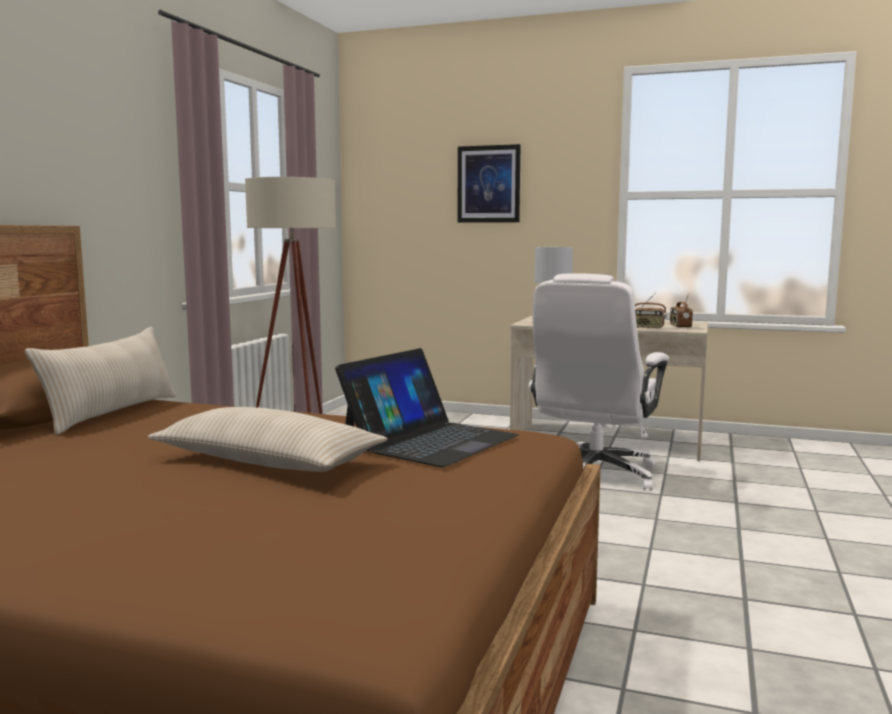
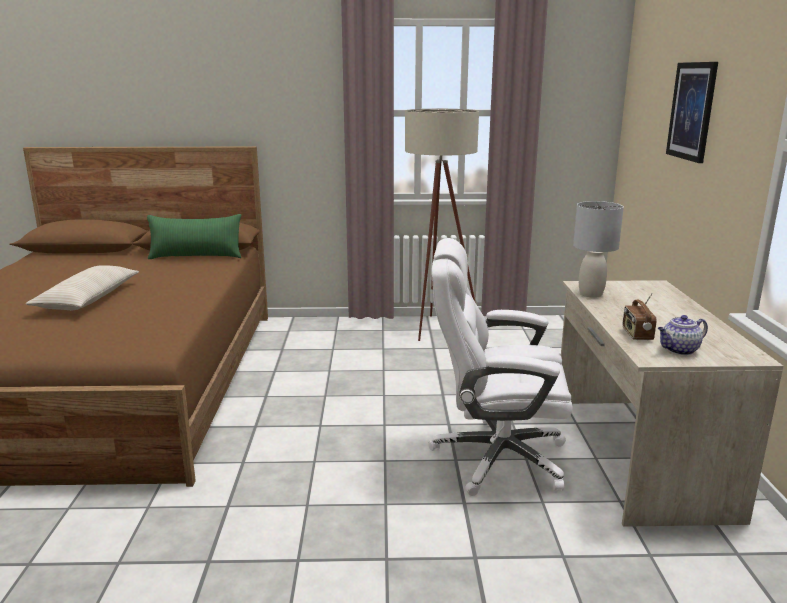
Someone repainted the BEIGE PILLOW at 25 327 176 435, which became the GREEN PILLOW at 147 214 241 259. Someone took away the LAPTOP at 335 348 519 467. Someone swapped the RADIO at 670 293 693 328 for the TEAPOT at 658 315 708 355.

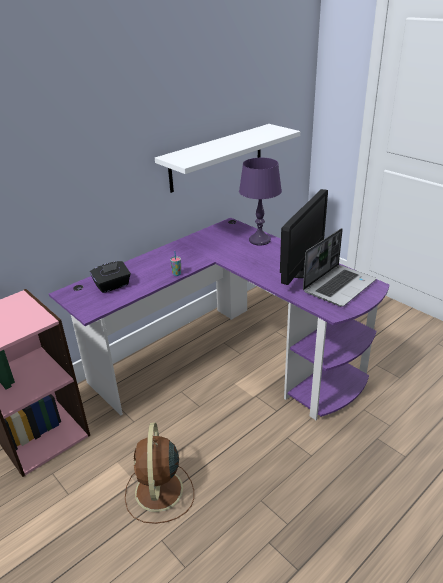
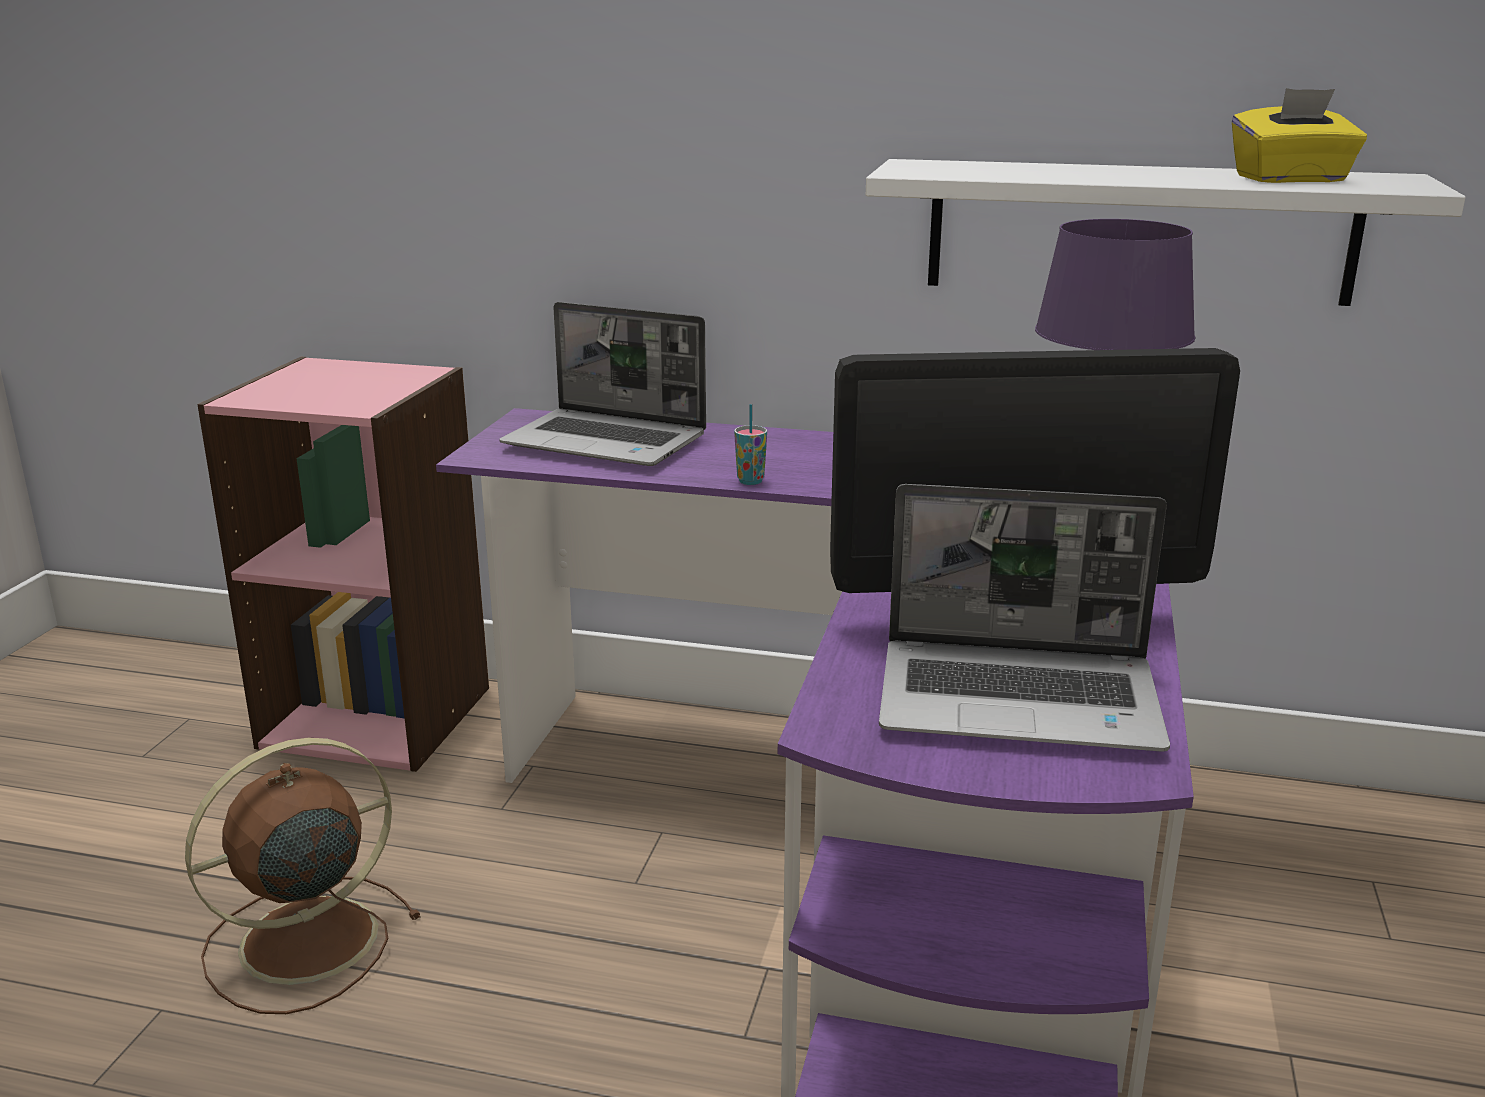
Someone swapped the BLACK TISSUE BOX at 90 261 131 293 for the LAPTOP at 499 302 706 466. Someone put down the YELLOW TISSUE BOX at 1232 88 1367 183.

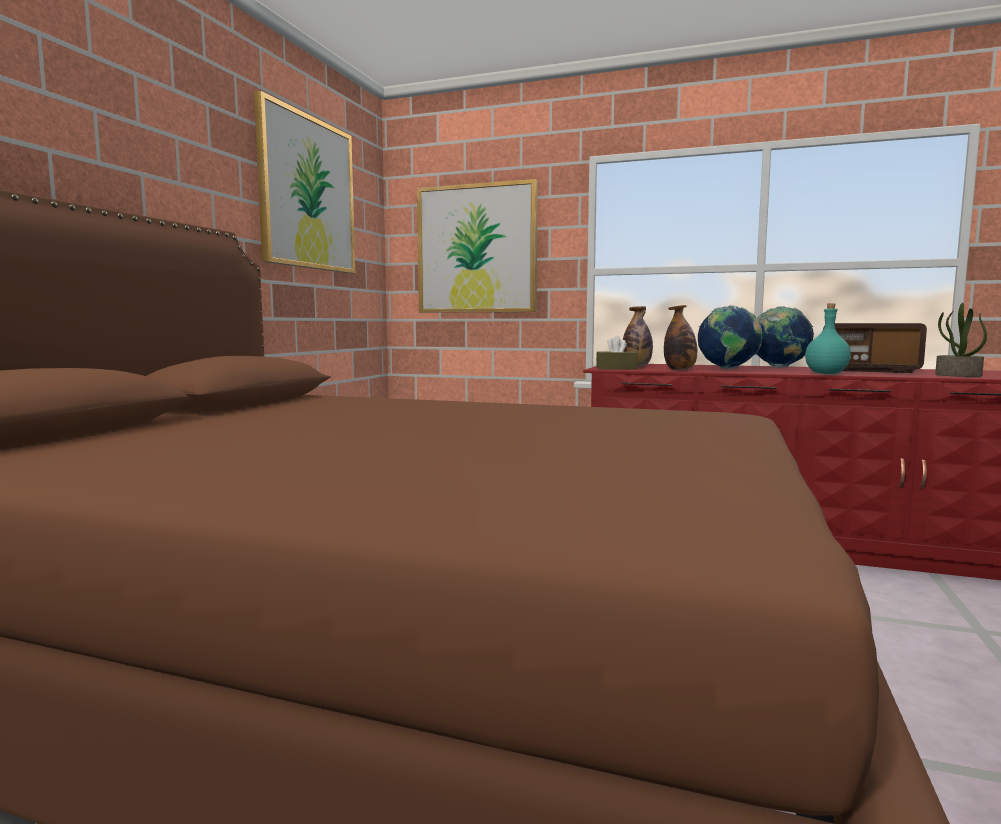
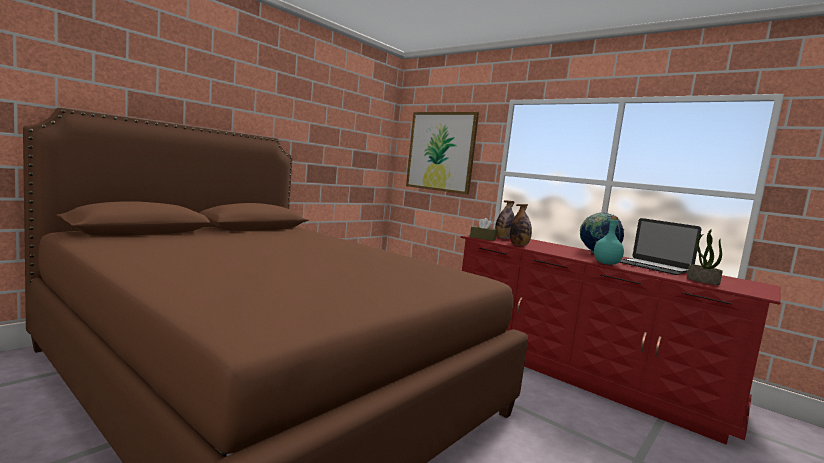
Someone took away the PICTURE at 254 91 355 273. Someone took away the GLOBE at 698 305 762 369. Someone swapped the RADIO at 823 323 927 373 for the LAPTOP at 619 218 701 275.

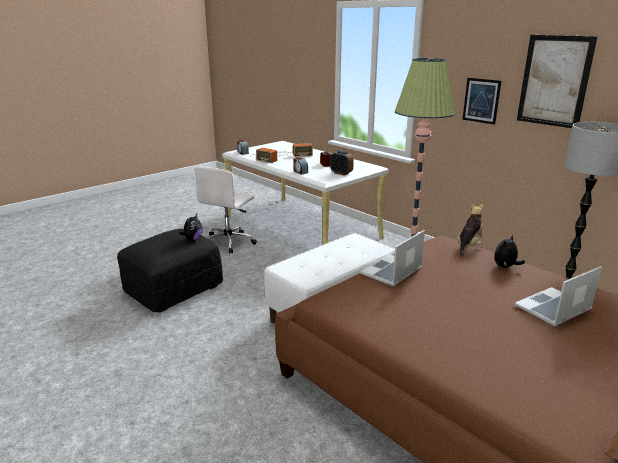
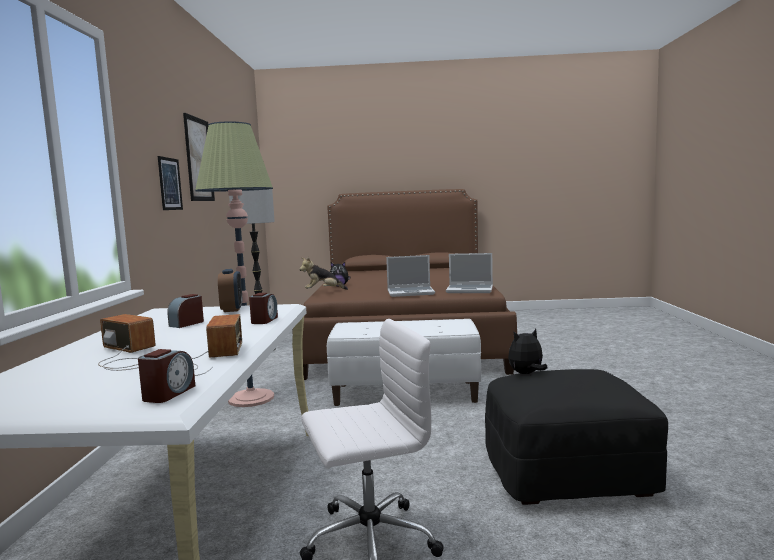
Someone carried the LAPTOP from 515 266 602 326 to 446 253 493 293.

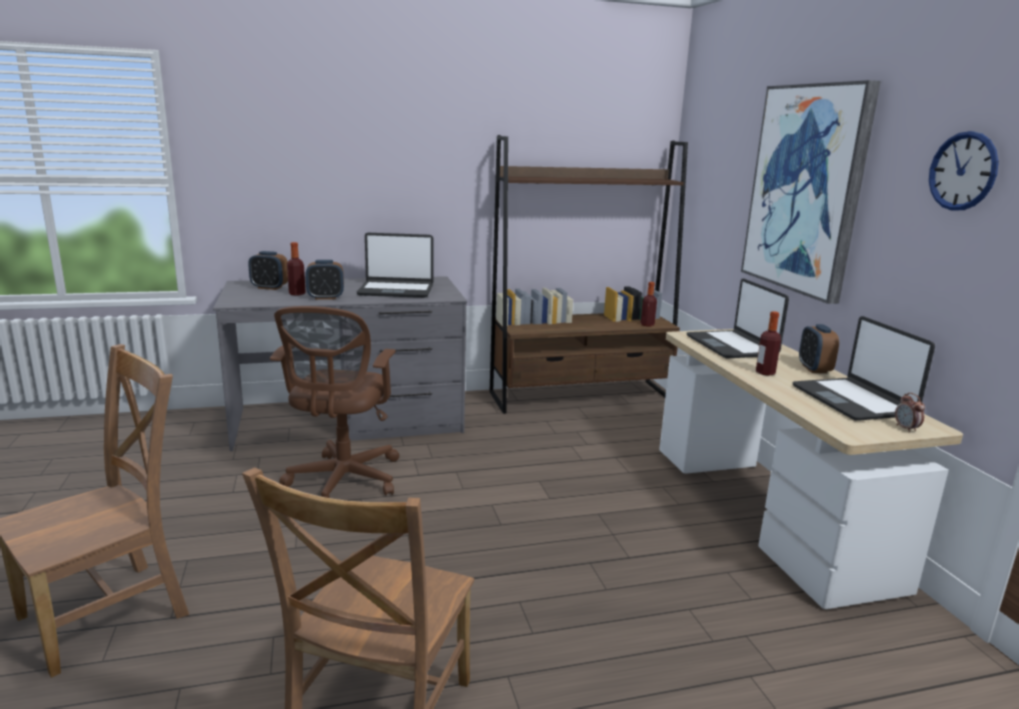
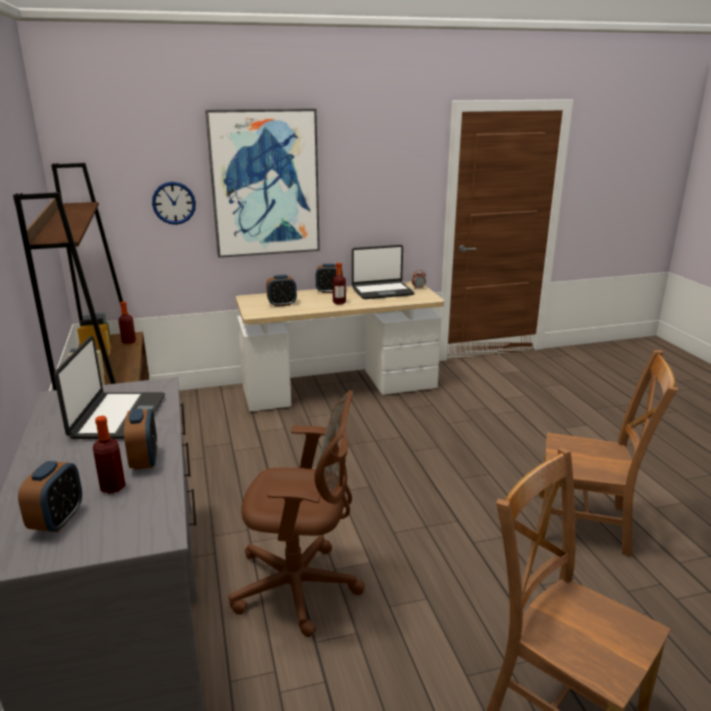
Someone swapped the LAPTOP at 687 278 789 359 for the ALARM CLOCK at 266 275 297 307. Someone carried the WALL CLOCK from 929 131 999 211 to 152 182 196 225.

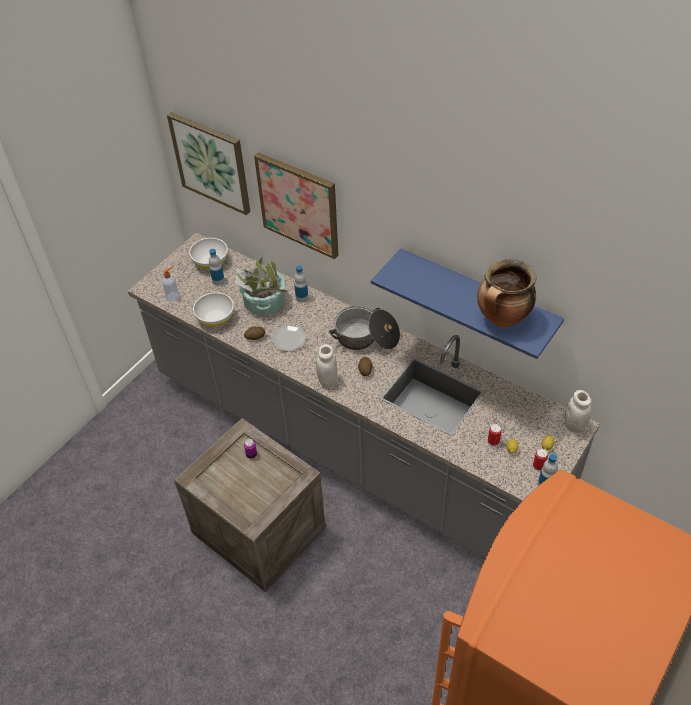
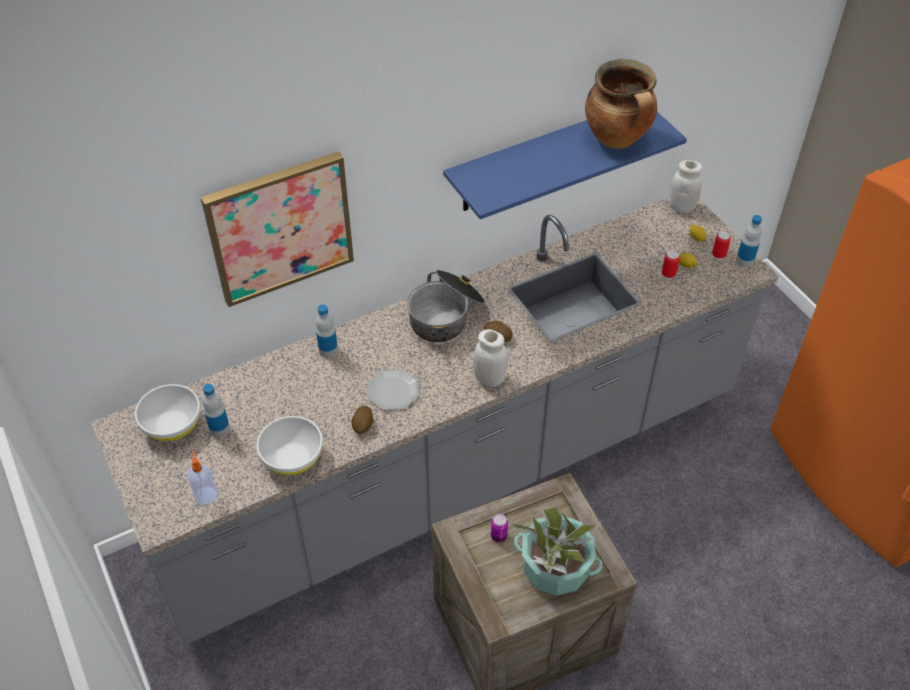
Someone took away the PICTURE at 167 112 250 215. Someone carried the POTTED PLANT from 235 256 289 315 to 510 507 602 596.

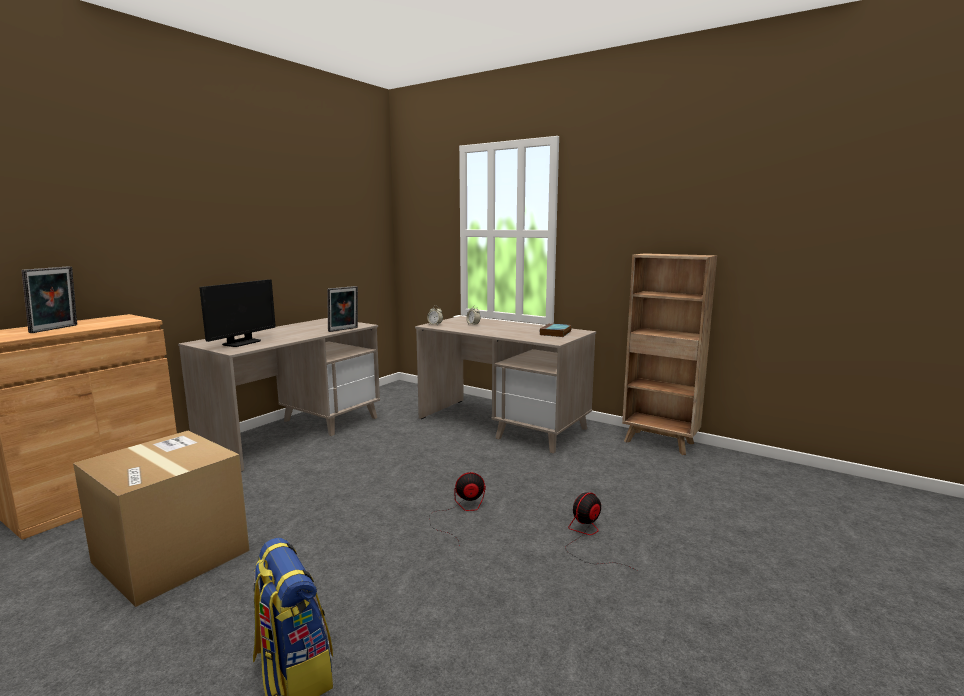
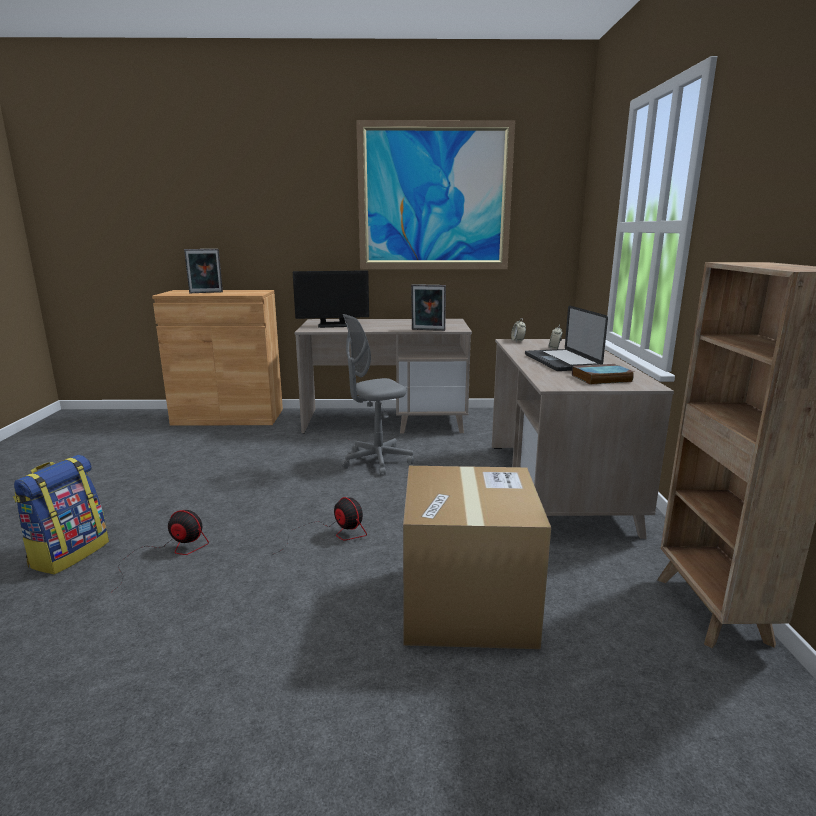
Someone carried the CARDBOARD BOX from 73 431 250 607 to 403 466 551 649. Someone carried the FAN from 565 492 637 571 to 113 510 209 591. Someone put down the GREY OFFICE CHAIR at 342 314 414 476. Someone put up the PICTURE at 356 120 515 269. Someone put down the LAPTOP at 525 305 608 371.

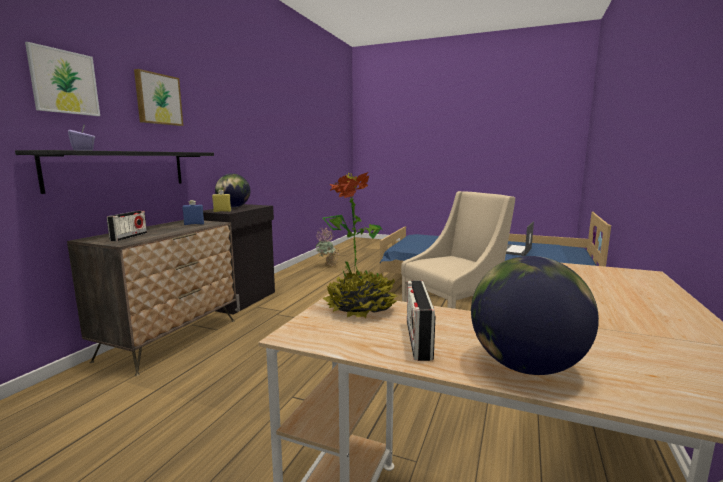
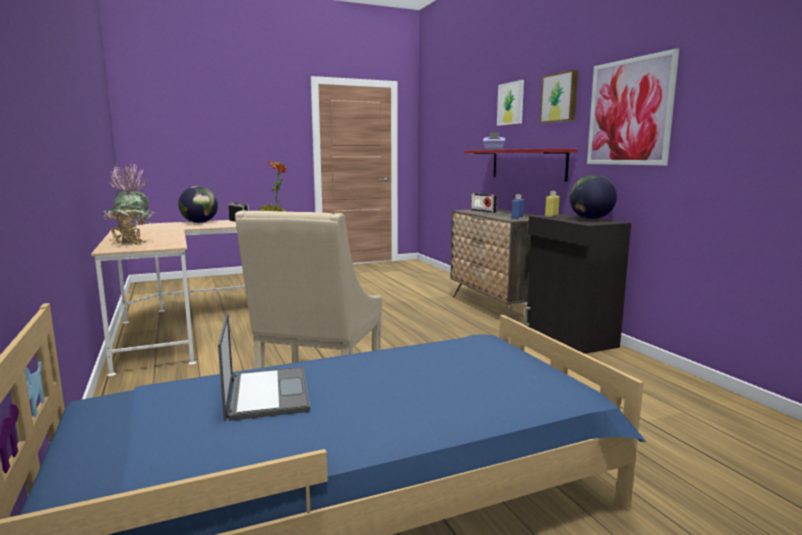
Someone repainted the BLACK SHELF at 15 150 214 194, which became the RED SHELF at 464 149 578 182. Someone carried the POTTED PLANT from 315 227 339 267 to 103 163 154 245. Someone put up the PICTURE at 587 49 679 165.

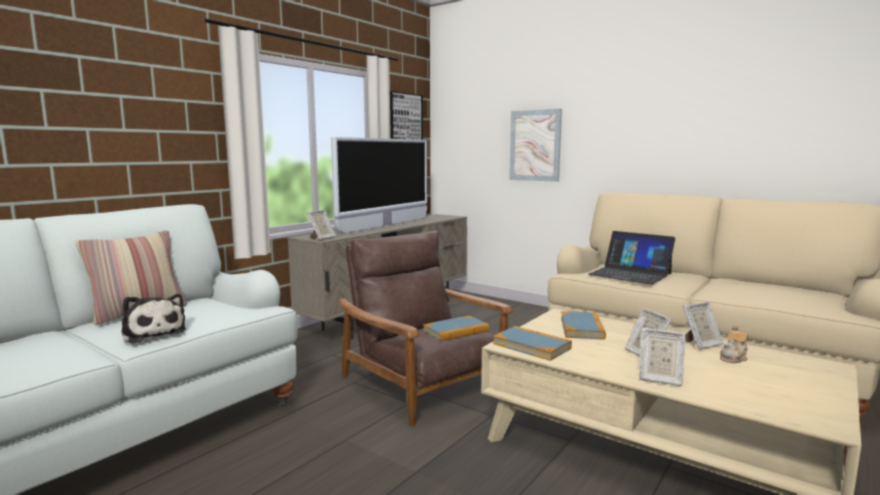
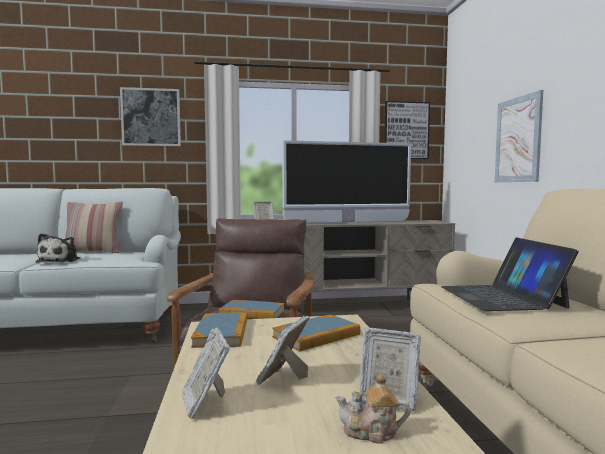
Someone put up the PICTURE at 120 87 181 146.

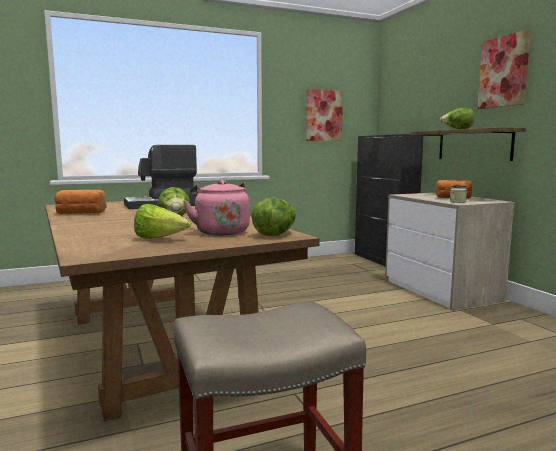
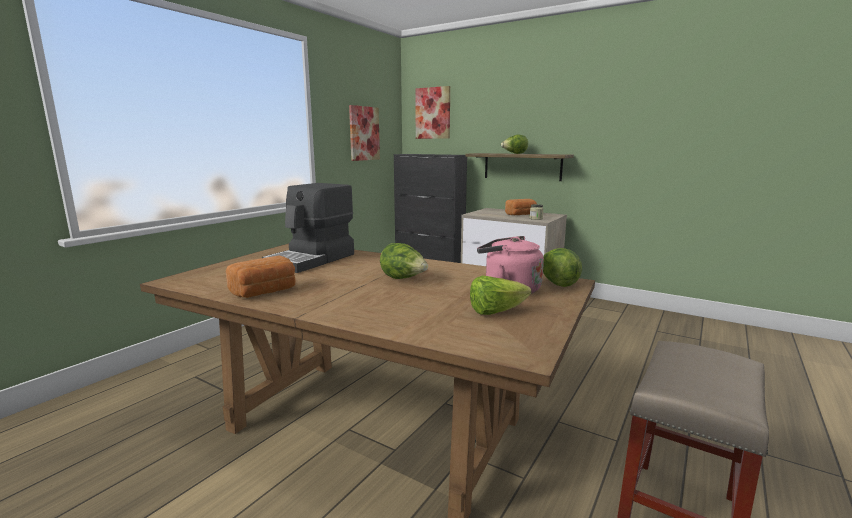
Someone carried the PICTURE from 477 29 531 109 to 415 86 450 139.

